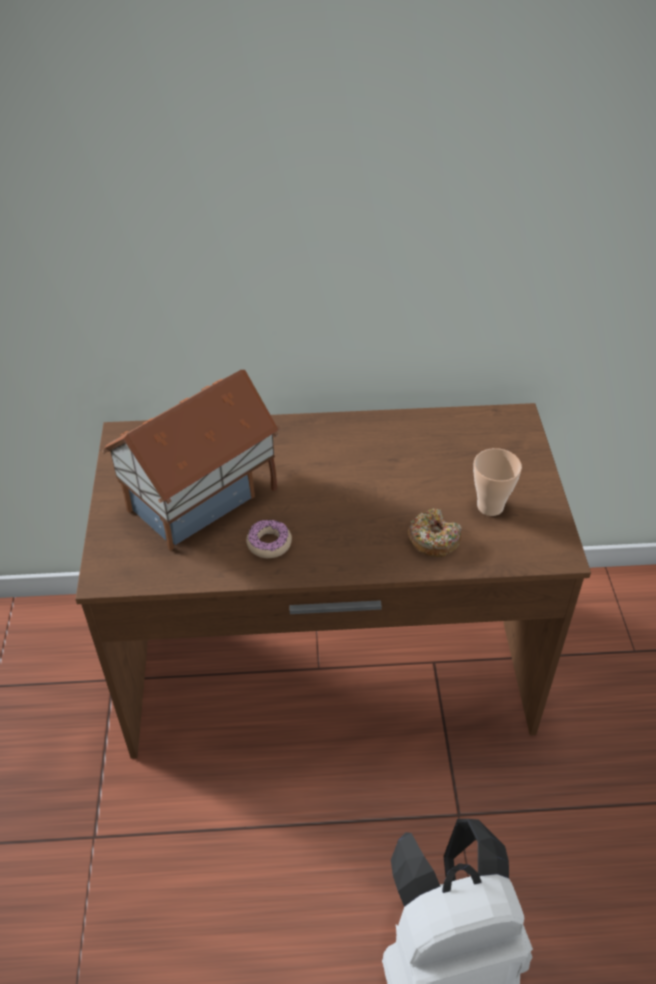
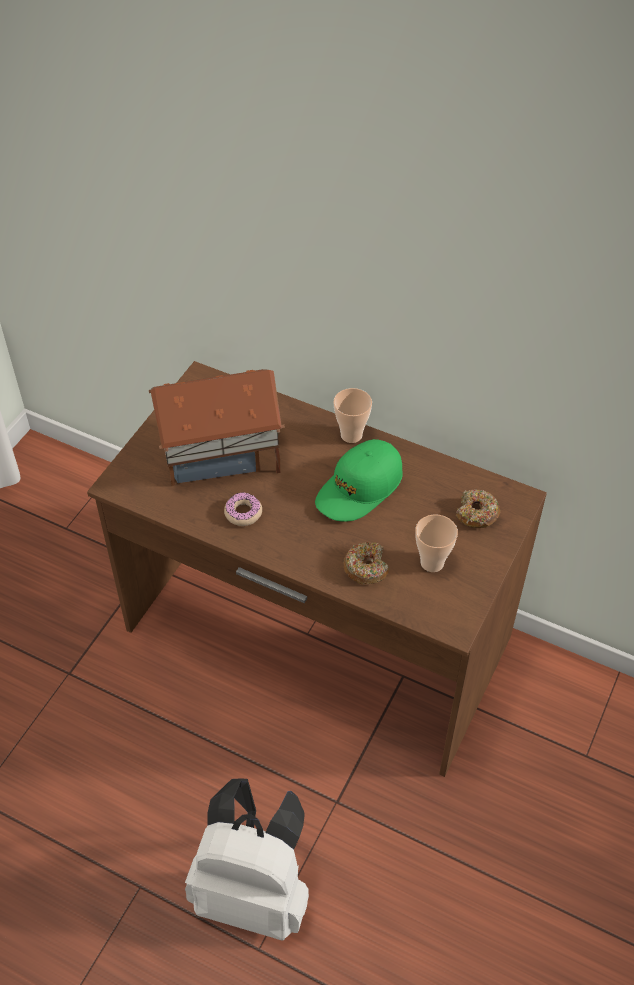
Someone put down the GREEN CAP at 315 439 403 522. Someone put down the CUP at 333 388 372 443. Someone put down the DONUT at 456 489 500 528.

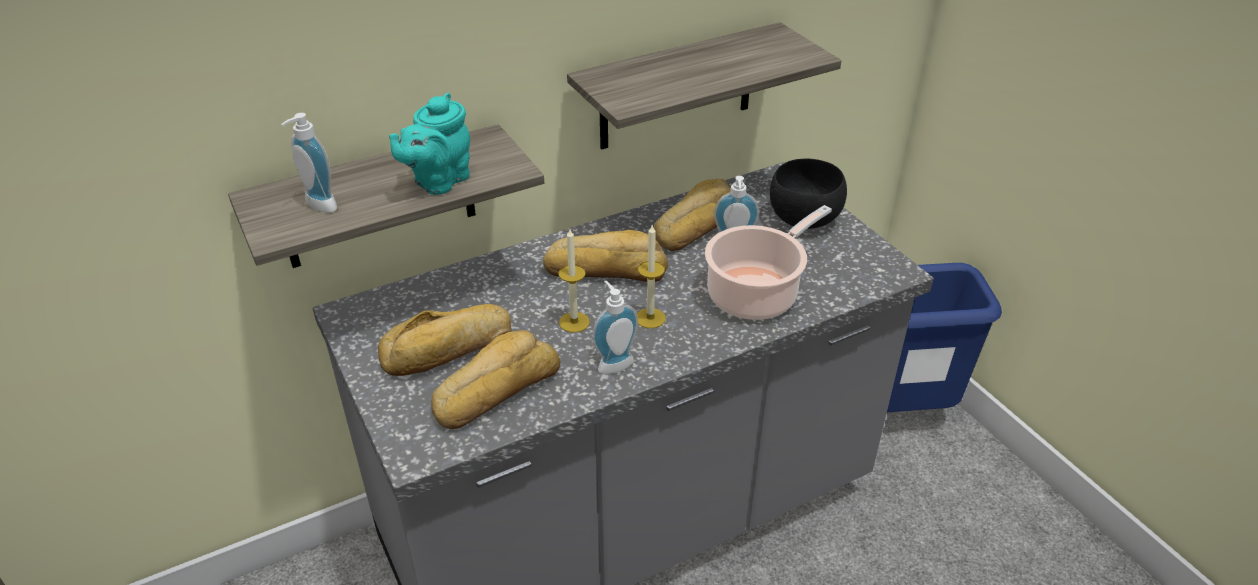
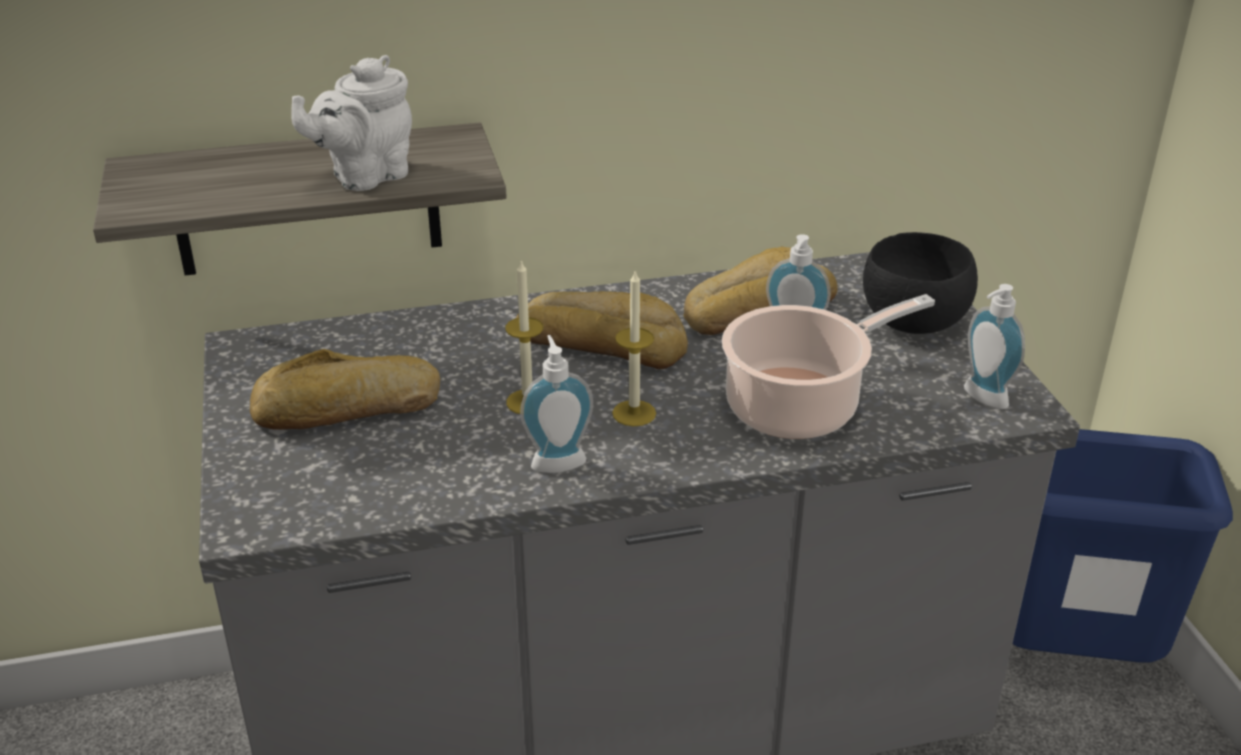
Someone carried the SOAP DISPENSER from 281 113 337 213 to 964 284 1025 409. Someone repainted the TURQUOISE TEAPOT at 389 93 470 195, which became the WHITE TEAPOT at 291 55 412 191. Someone took away the BREAD at 431 330 560 429. Someone took away the SHELF at 567 22 841 149.

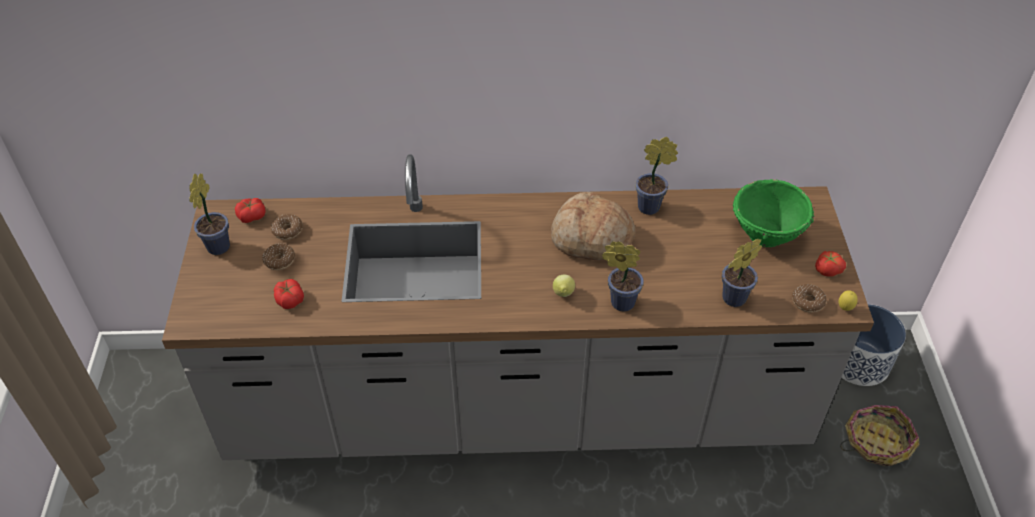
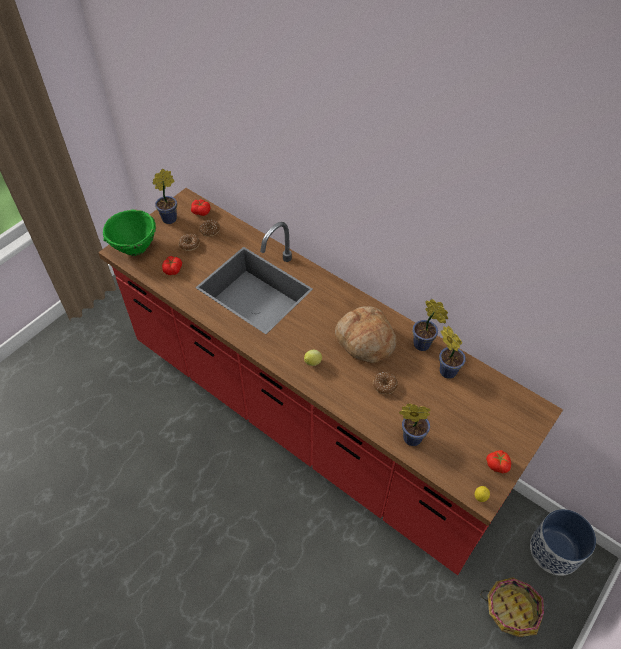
Someone repainted the GREY COUNTER at 162 155 874 460, which became the RED COUNTER at 98 188 563 575. Someone carried the POTTED PLANT from 602 241 644 312 to 439 326 466 379. Someone carried the GREEN BOWL from 733 179 814 247 to 103 210 156 256. Someone carried the DONUT from 792 284 827 313 to 373 372 398 394.

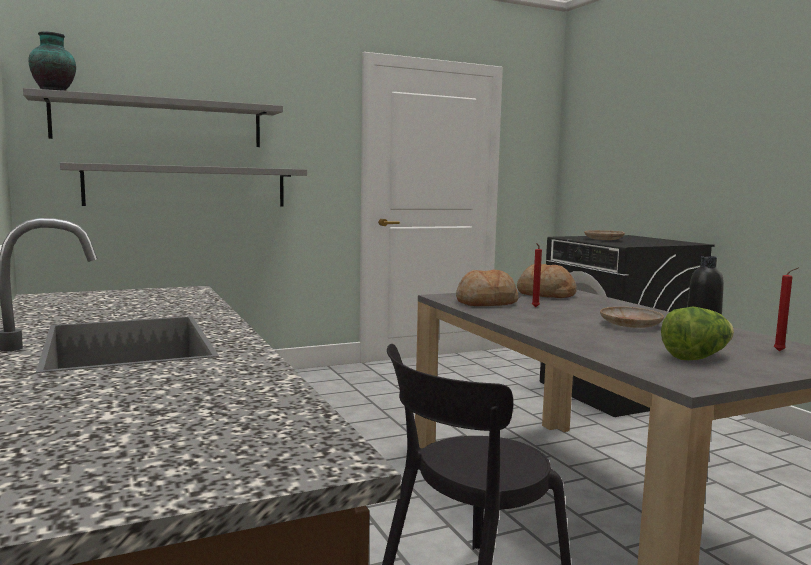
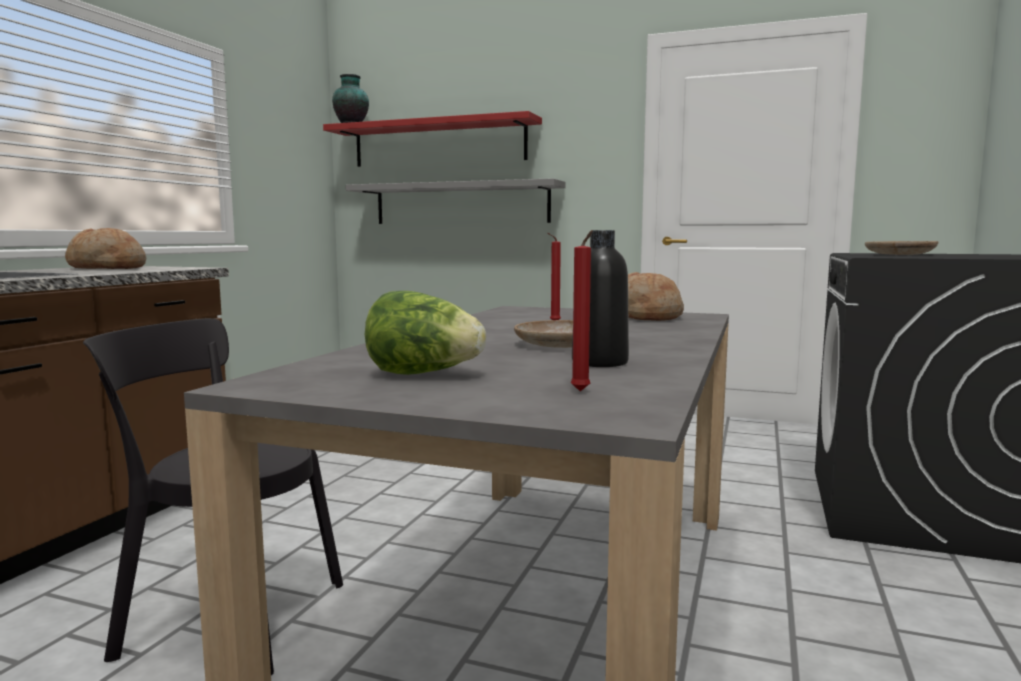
Someone repainted the GREY SHELF at 23 88 283 147, which became the RED SHELF at 323 111 542 167. Someone carried the BREAD from 456 270 519 306 to 65 228 146 269.

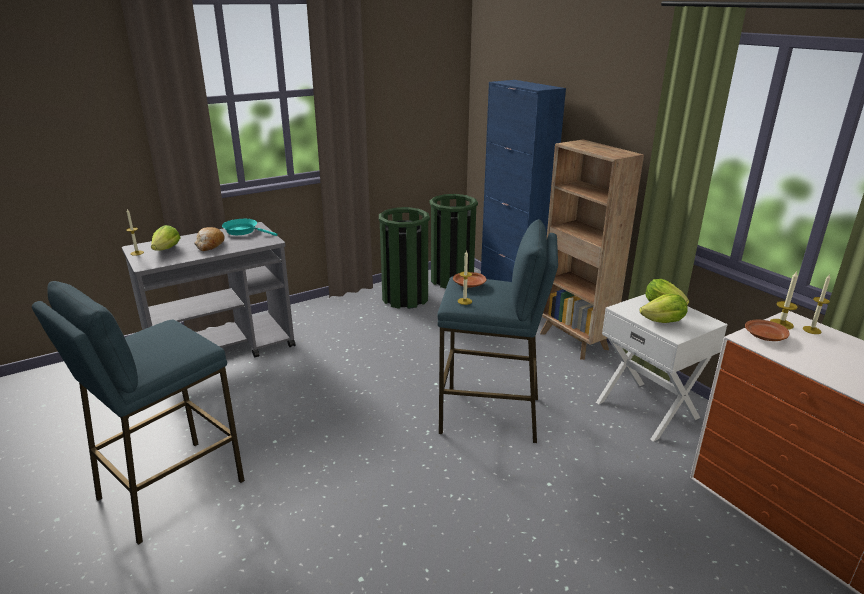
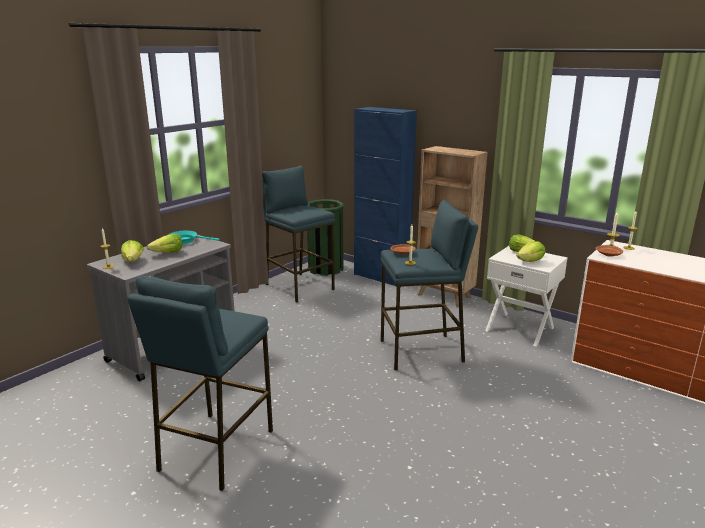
Someone swapped the BREAD at 194 227 225 251 for the LETTUCE at 147 234 182 253. Someone swapped the GREEN TRASH CAN at 379 207 430 309 for the BLUE STOOL at 262 166 335 303.

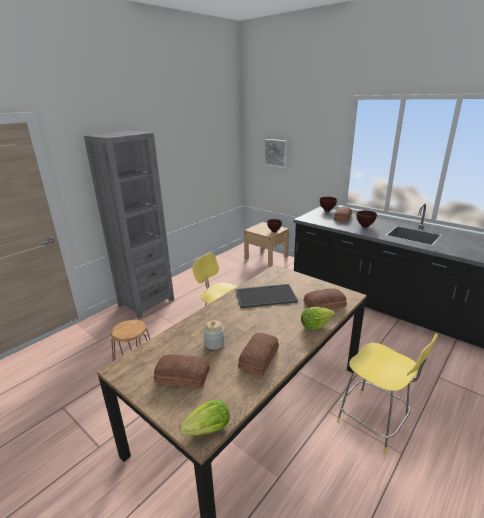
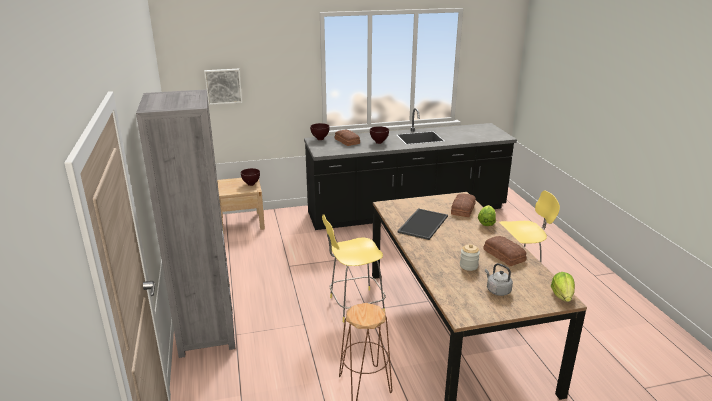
Someone swapped the BREAD at 154 354 210 388 for the GREY KETTLE at 485 263 513 296.

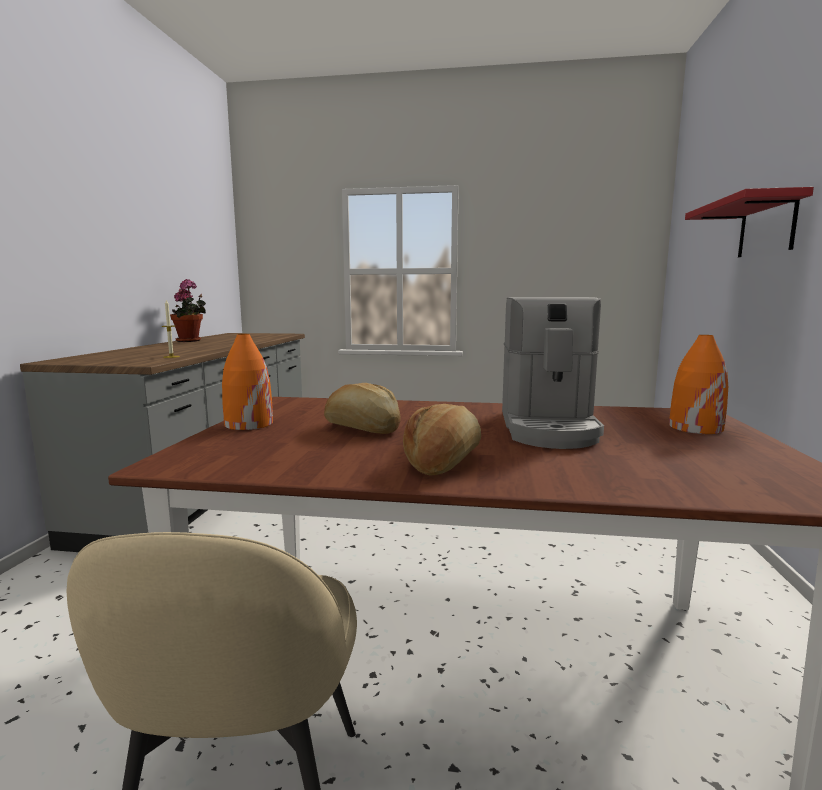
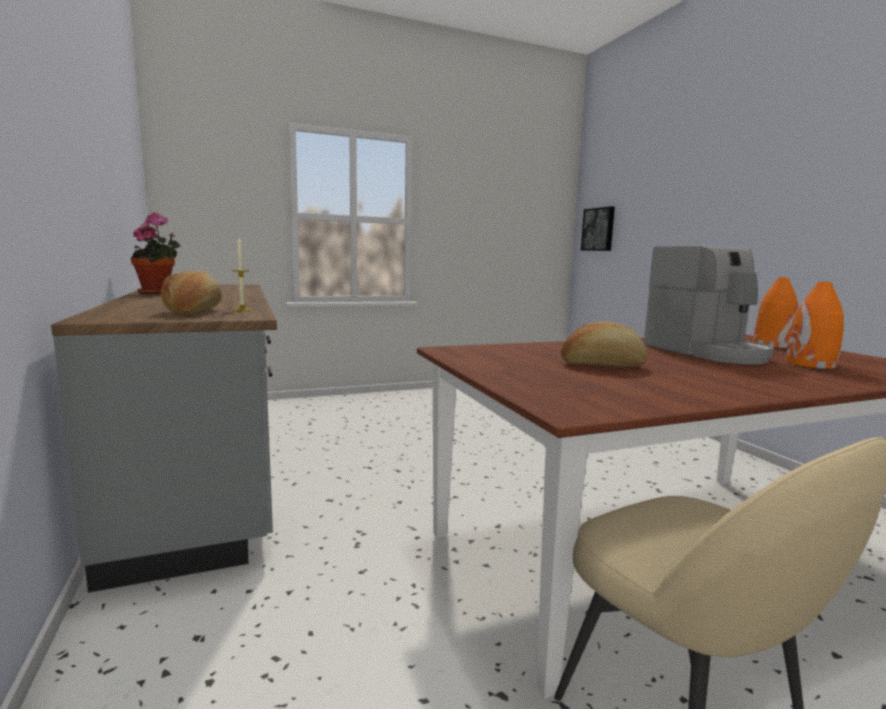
Someone carried the ORANGE VASE from 222 334 273 430 to 786 282 844 369. Someone carried the BREAD from 403 404 481 476 to 161 271 222 315. Someone took away the RED SHELF at 685 187 814 257. Someone put up the PICTURE at 581 206 615 251.

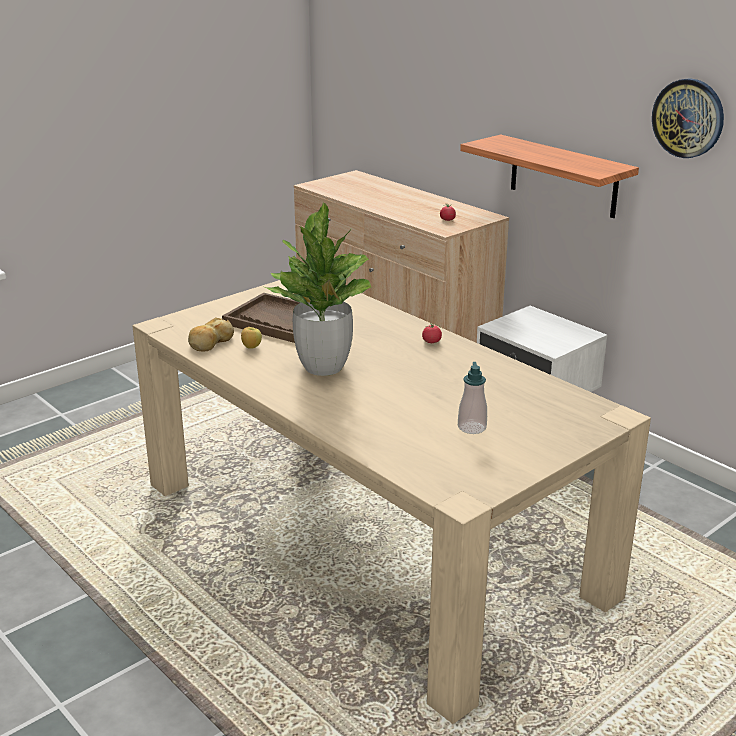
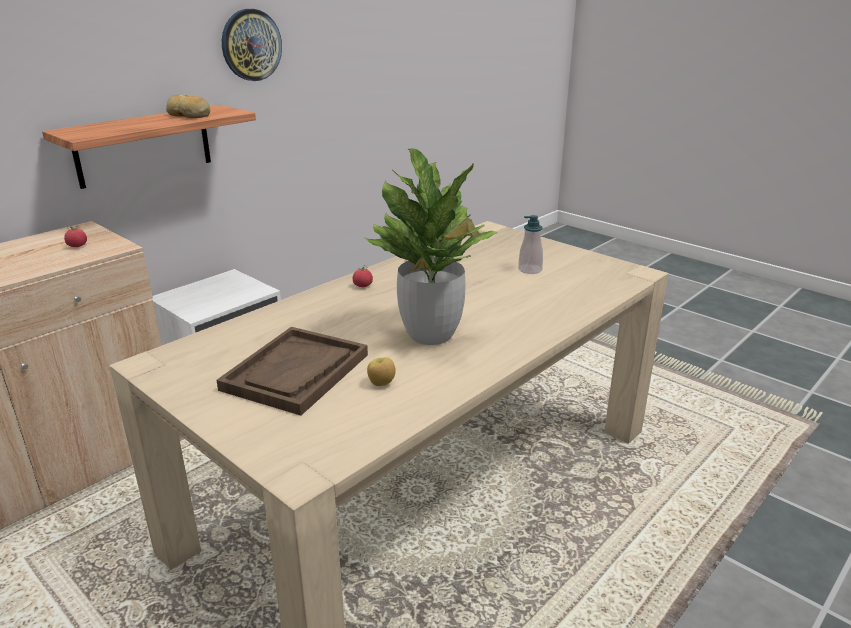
Someone carried the BREAD from 188 317 234 351 to 166 95 210 118.

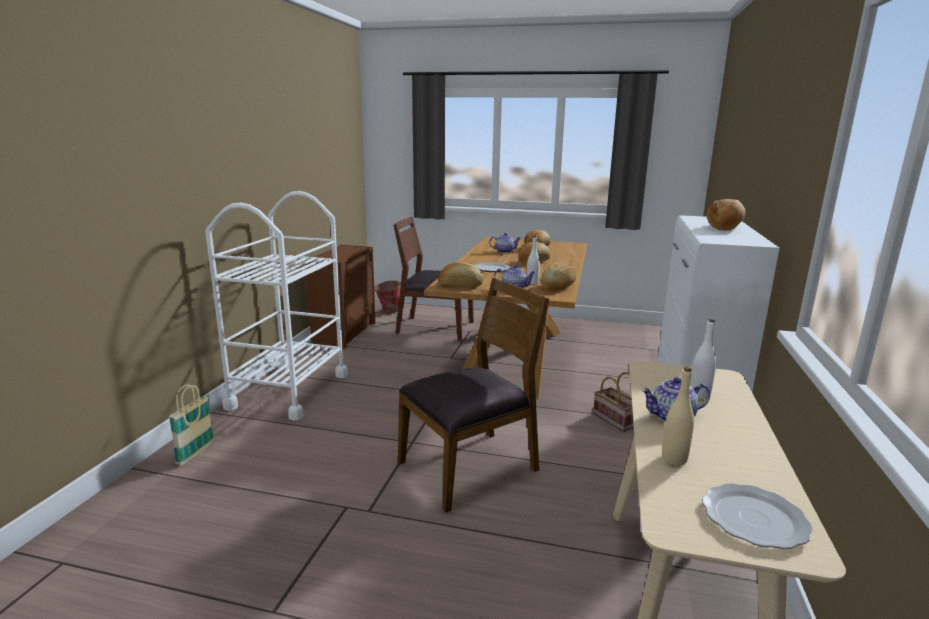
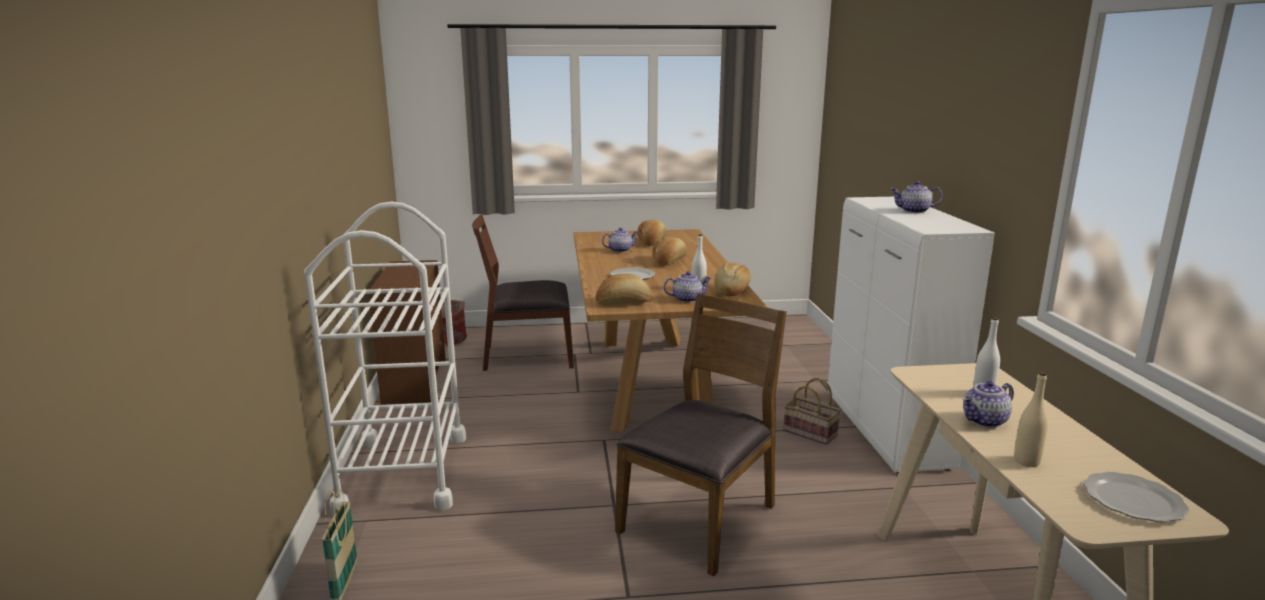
Someone swapped the BREAD at 707 199 746 231 for the TEAPOT at 891 181 943 213.

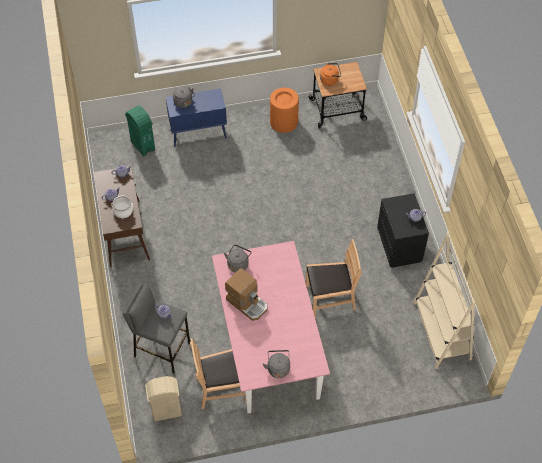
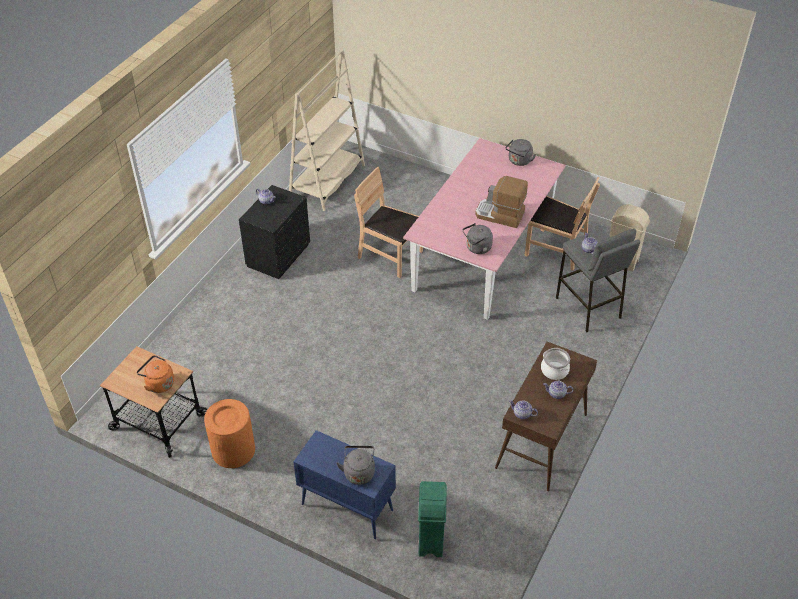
Someone rotated the COFFEE MACHINE at 225 268 268 321 by 60 degrees counterclockwise.

